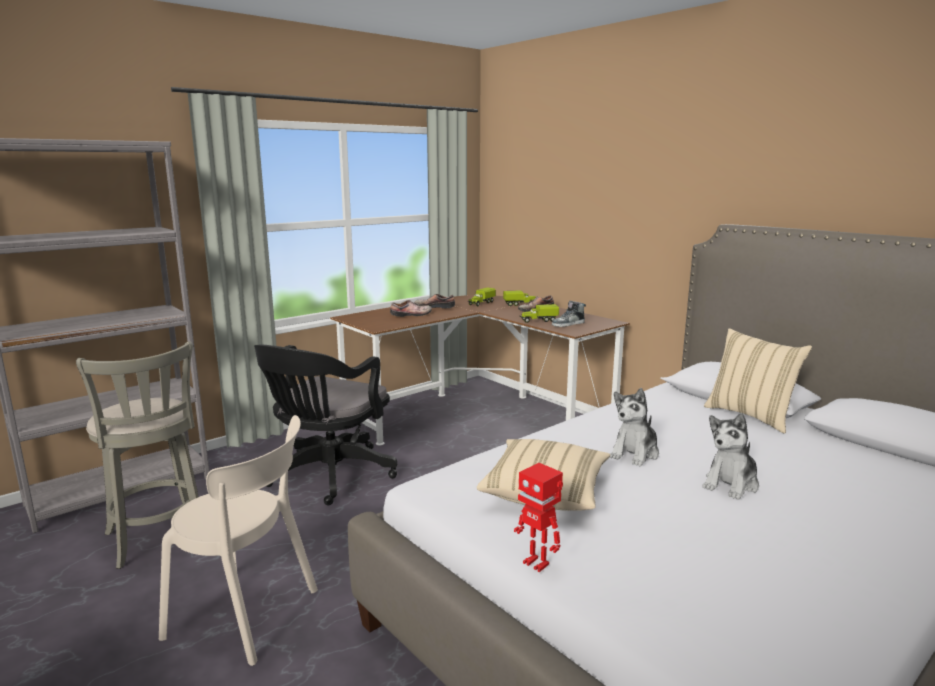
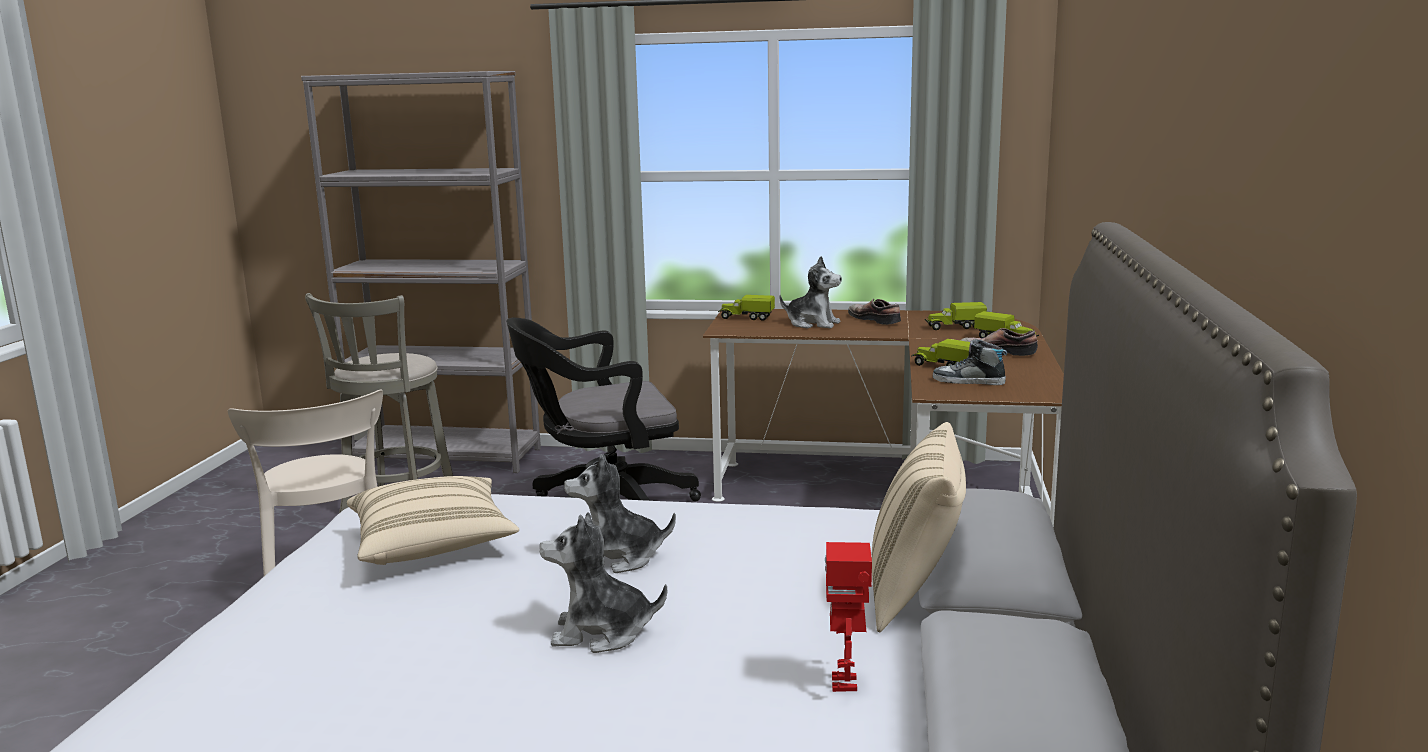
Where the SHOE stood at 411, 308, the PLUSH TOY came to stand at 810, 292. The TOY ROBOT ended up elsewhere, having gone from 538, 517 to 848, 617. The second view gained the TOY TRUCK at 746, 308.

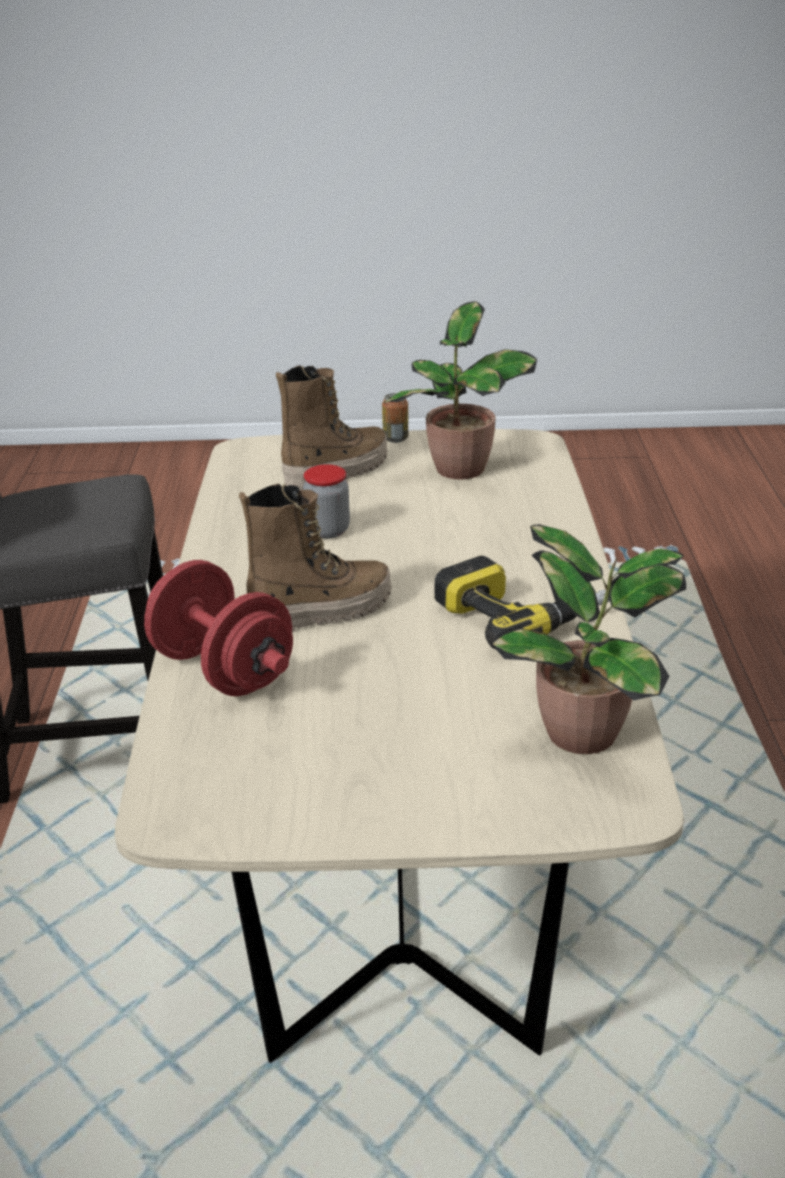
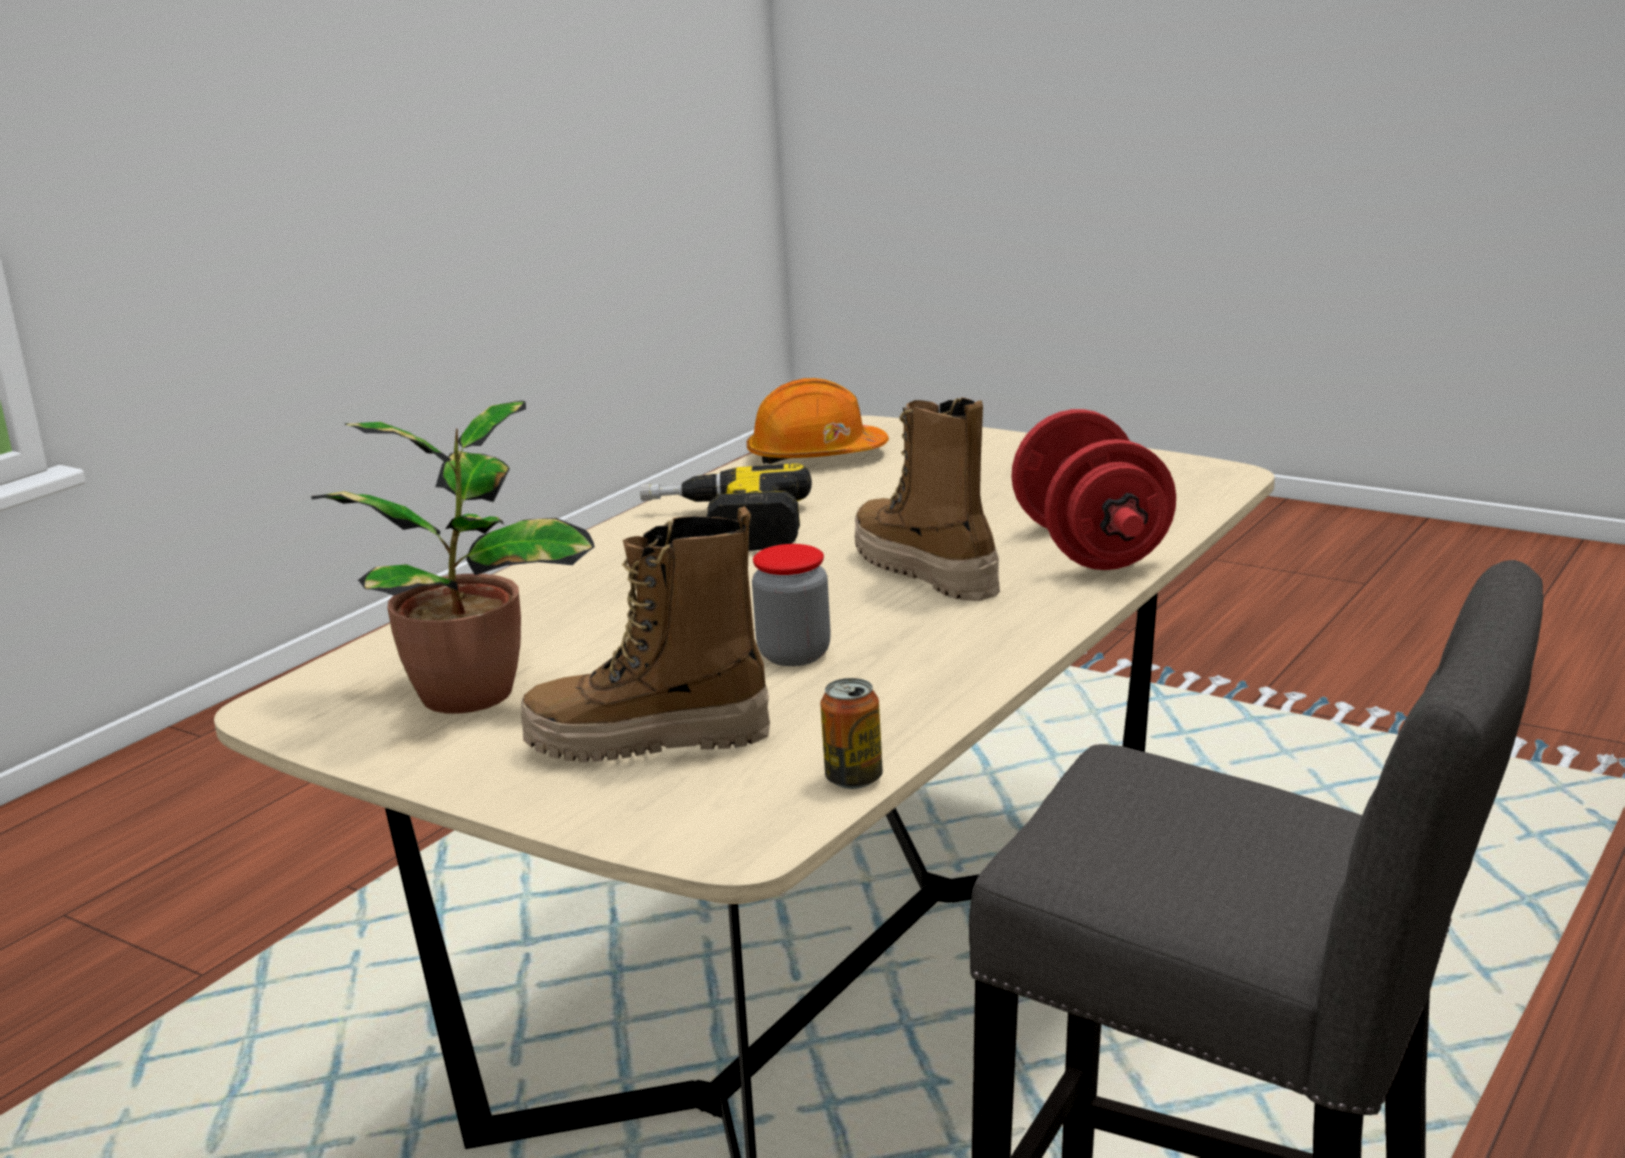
The BOOT at 315, 558 ended up facing another way, 45 degrees clockwise from before. The CAN ended up elsewhere, having gone from 395, 418 to 851, 733. Where the POTTED PLANT stood at 588, 639, the ORANGE HARD HAT came to stand at 818, 421.

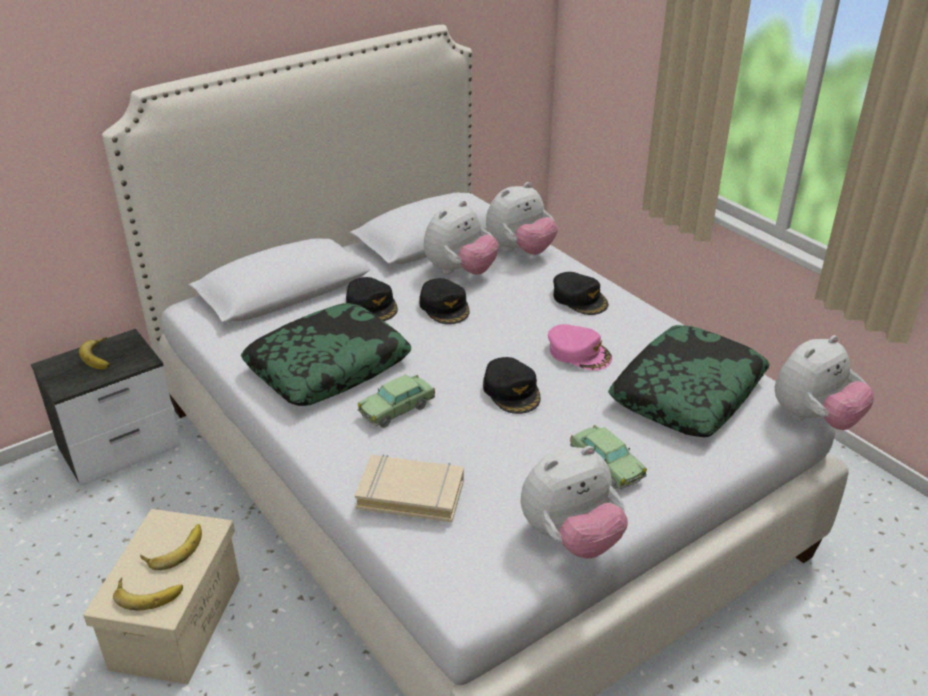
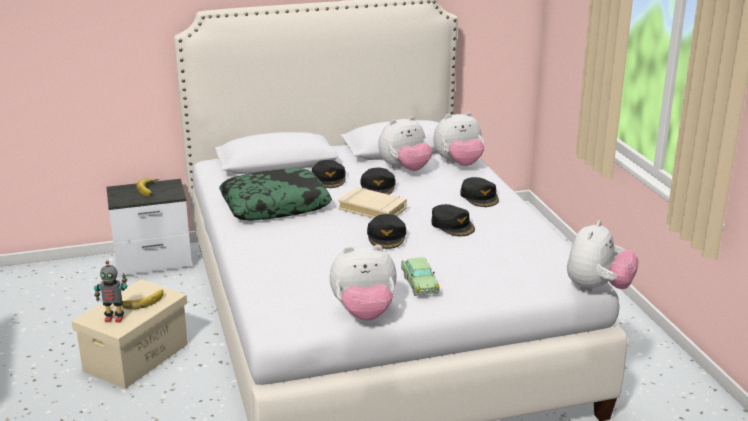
Where the BANANA stood at 148, 593, the TOY ROBOT came to stand at 110, 291. The BEIGE BOOK ended up elsewhere, having gone from 409, 488 to 372, 203. The second view lost the TOY CAR at 396, 401. What was the PINK CAP at 580, 347 turned into the BLACK CAP at 453, 220. The second view lost the PILLOW at 689, 381. The PLUSH TOY at 824, 382 ended up facing another way, 45 degrees counterclockwise from before.

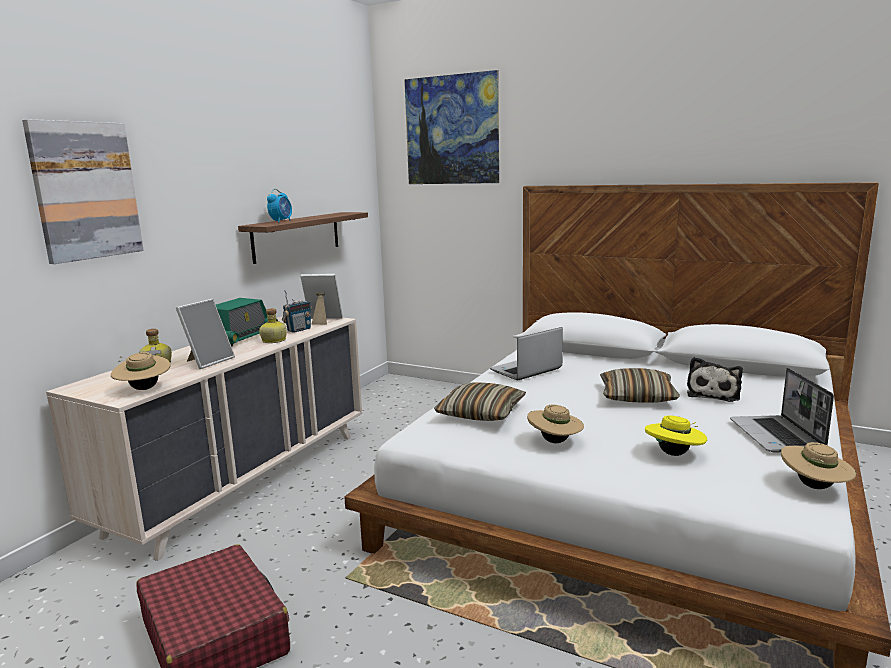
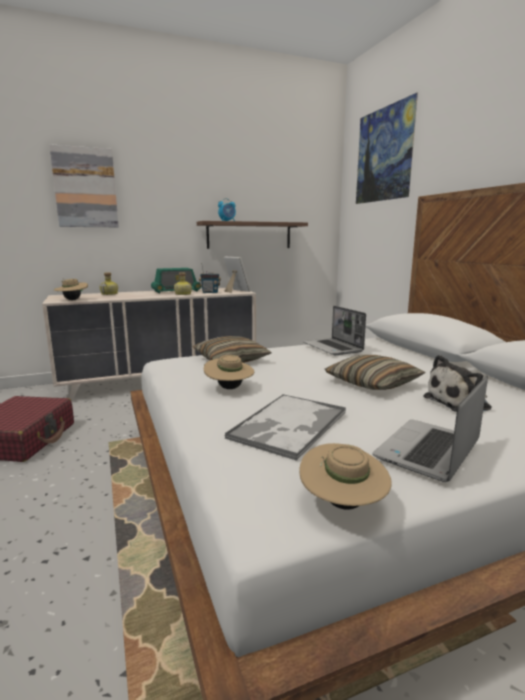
The second view lost the PICTURE FRAME at 205, 334. The LAPTOP at 526, 353 ended up facing another way, 120 degrees counterclockwise from before. Where the YELLOW HAT stood at 676, 435, the TRAY came to stand at 285, 427.

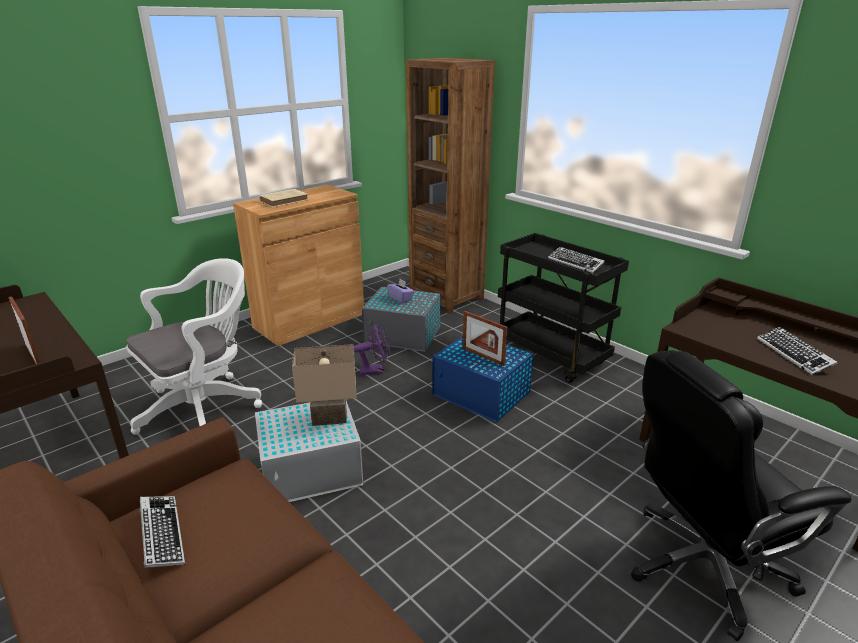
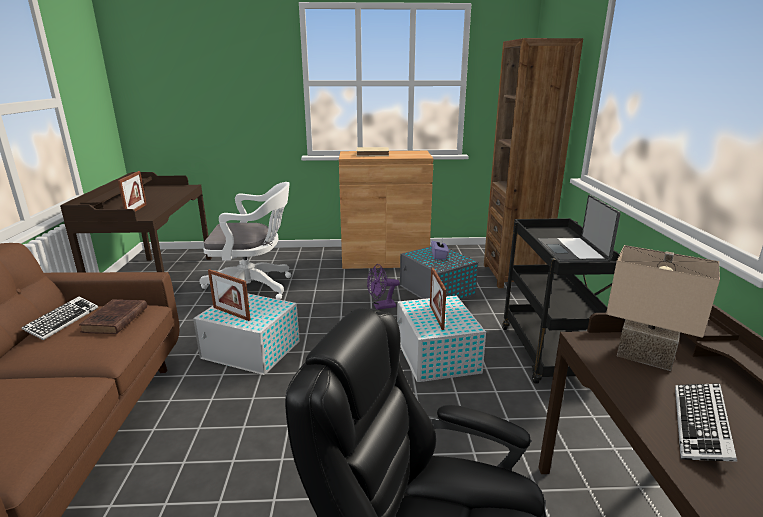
The BEIGE TABLE LAMP ended up elsewhere, having gone from 324, 385 to 663, 308. The PURPLE FAN at 372, 349 ended up facing another way, 135 degrees clockwise from before. What was the BLUE STORAGE BOX at 483, 379 turned into the WHITE STORAGE BOX at 441, 338. Where the KEYBOARD stood at 576, 259, the LAPTOP came to stand at 579, 228. The second view gained the BROWN BOOK at 113, 316. The second view gained the PICTURE FRAME at 229, 295.

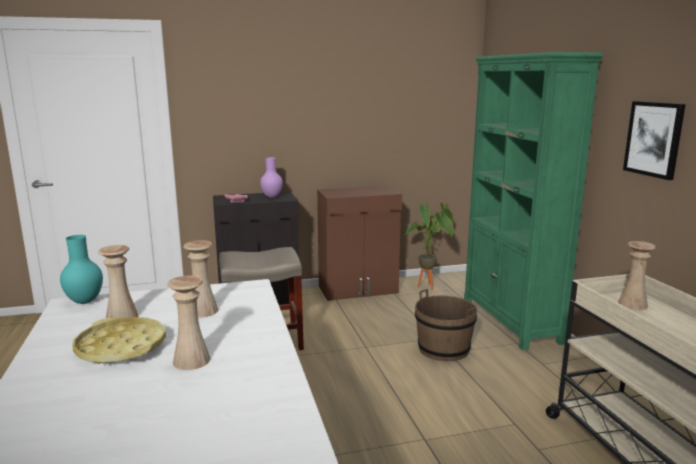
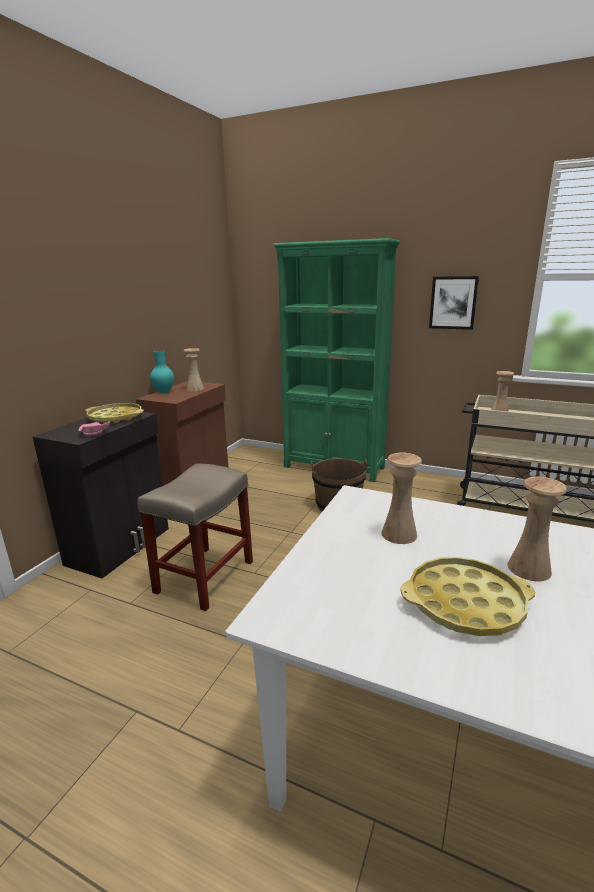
The TURQUOISE VASE ended up elsewhere, having gone from 81, 269 to 162, 372. The BEIGE VASE ended up elsewhere, having gone from 118, 281 to 194, 369. Where the PURPLE VASE stood at 271, 177, the YELLOW TRAY came to stand at 114, 413. The second view lost the POTTED PLANT at 430, 246.

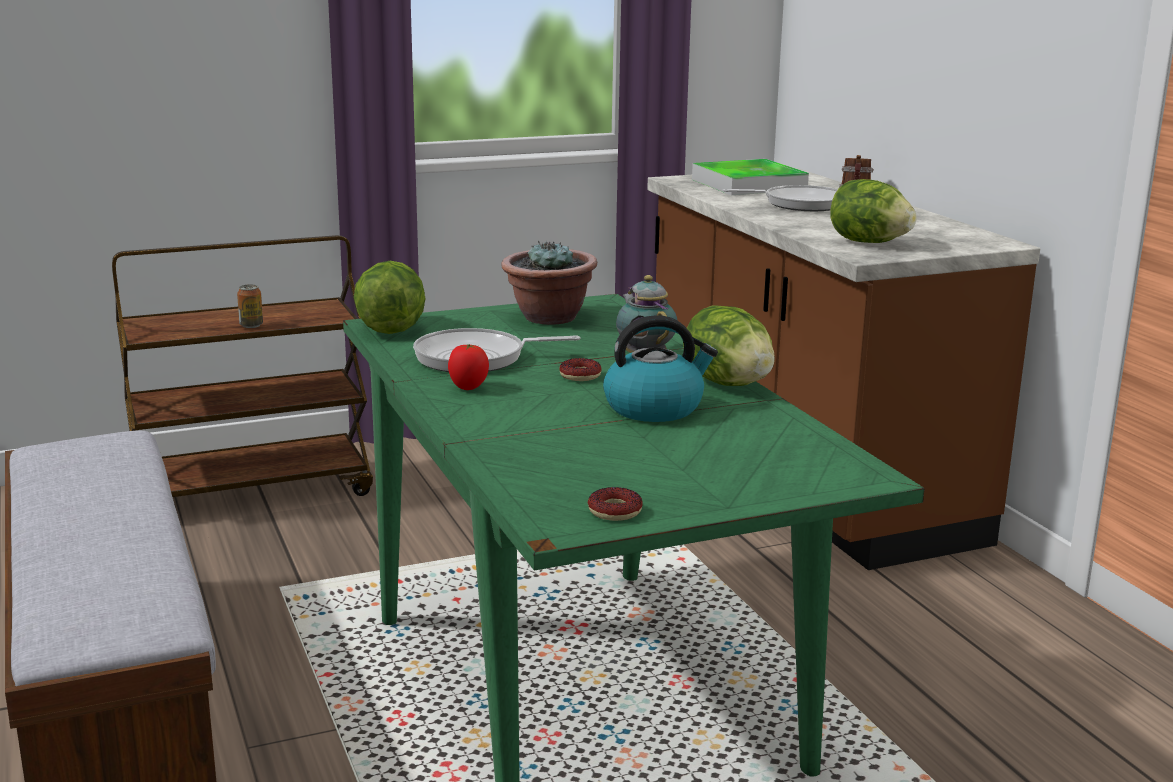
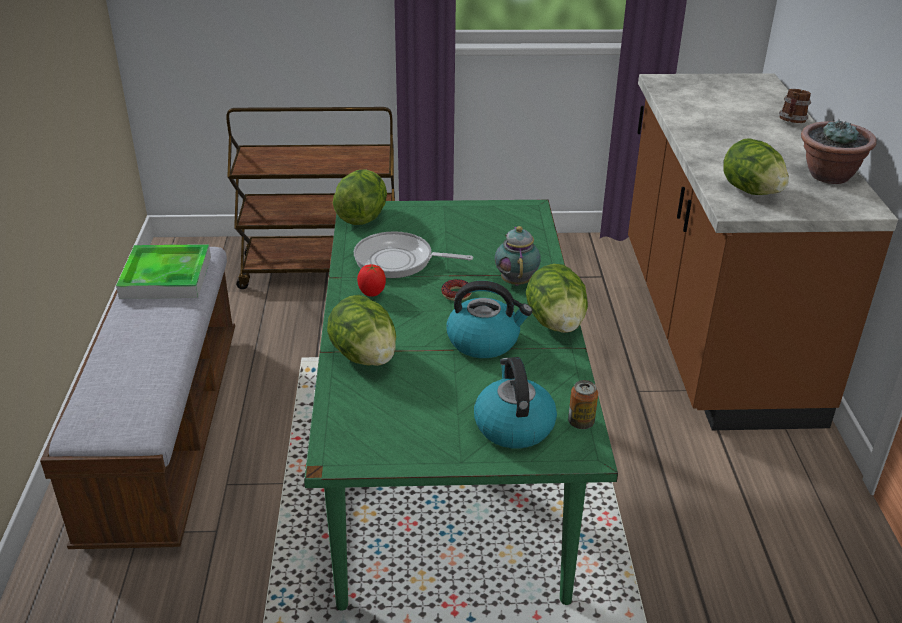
The CAN ended up elsewhere, having gone from 250, 306 to 583, 404. The POTTED PLANT ended up elsewhere, having gone from 549, 282 to 839, 151. The second view lost the DONUT at 615, 504. The TRAY ended up elsewhere, having gone from 750, 177 to 163, 271. The second view lost the FRYING PAN at 780, 198. The second view gained the LETTUCE at 361, 330. The second view gained the KETTLE at 515, 402.

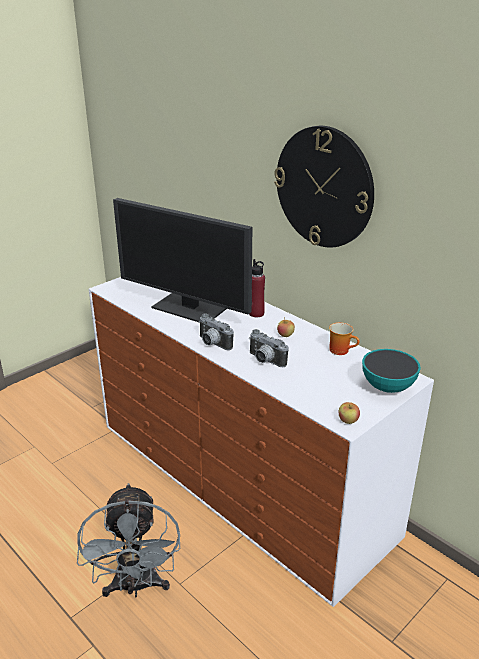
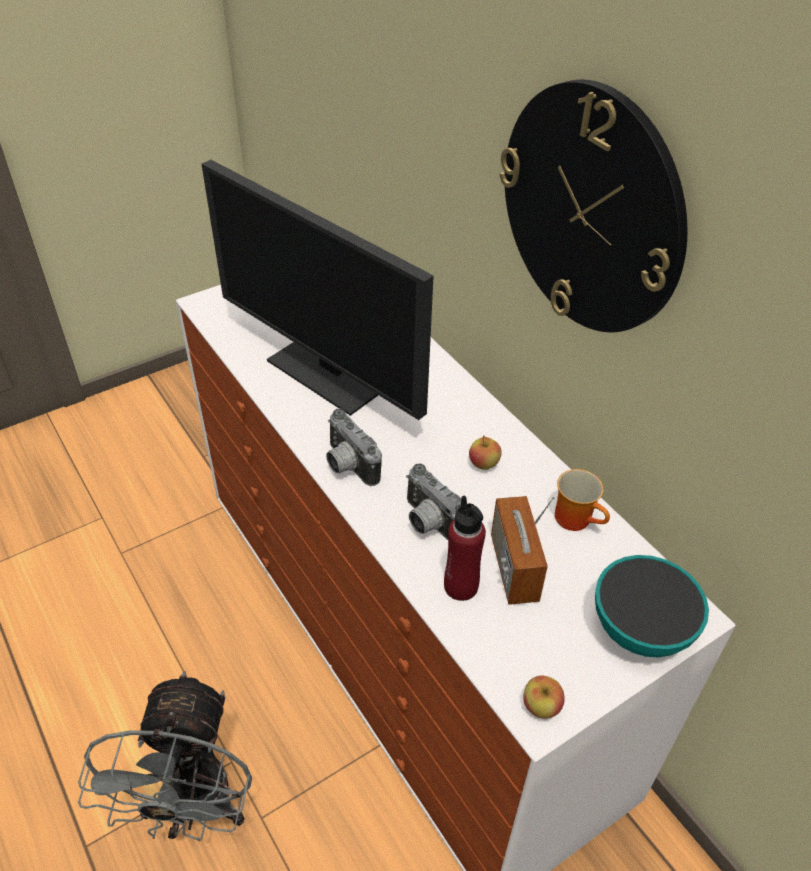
The RED BOTTLE ended up elsewhere, having gone from 257, 288 to 465, 548. The second view gained the RADIO at 523, 550.

